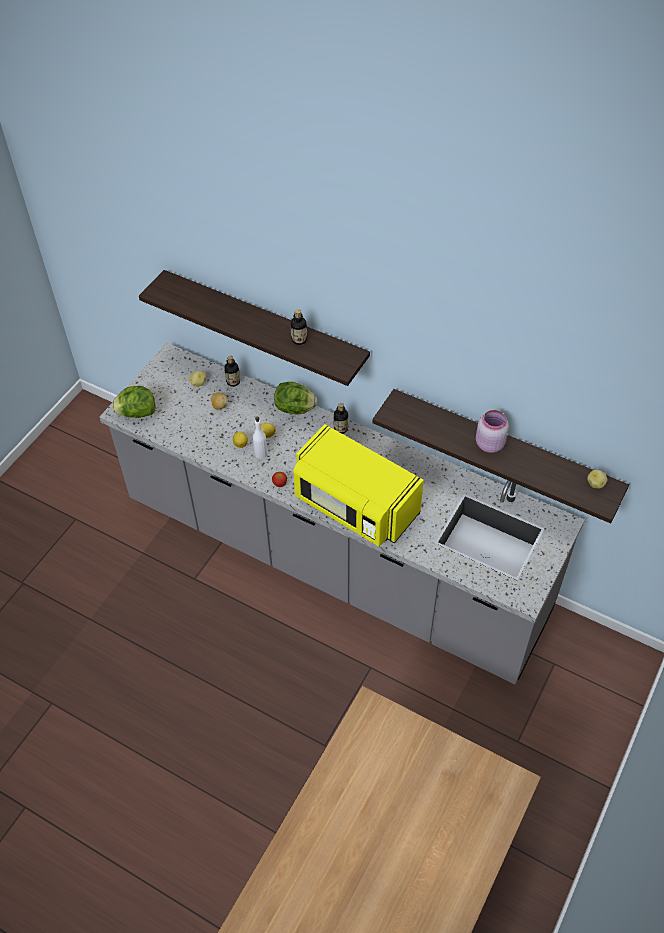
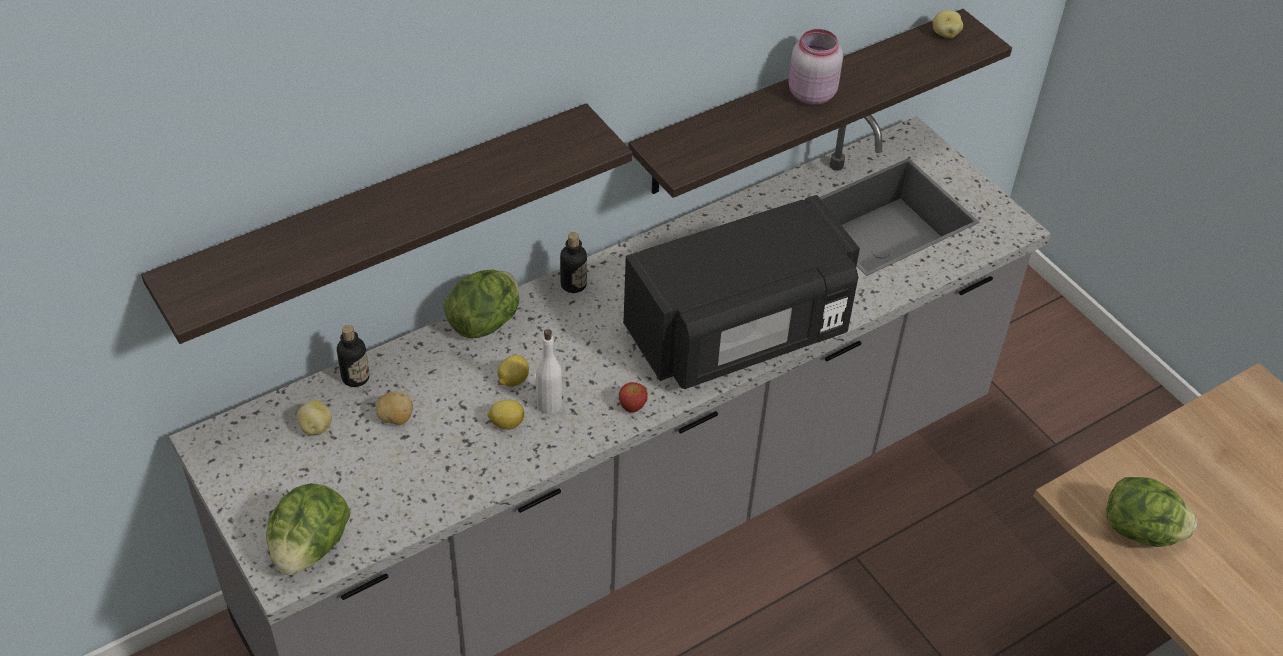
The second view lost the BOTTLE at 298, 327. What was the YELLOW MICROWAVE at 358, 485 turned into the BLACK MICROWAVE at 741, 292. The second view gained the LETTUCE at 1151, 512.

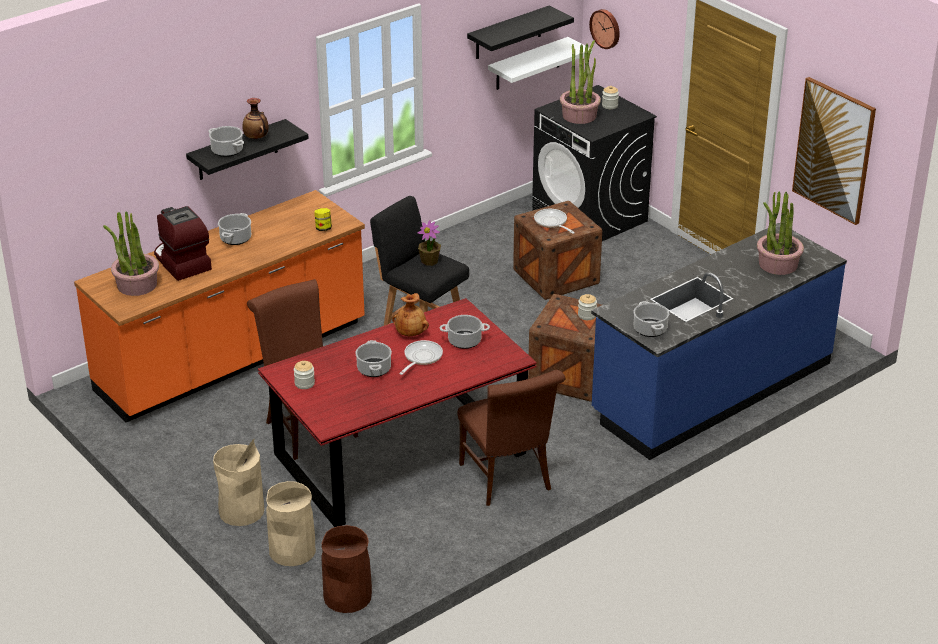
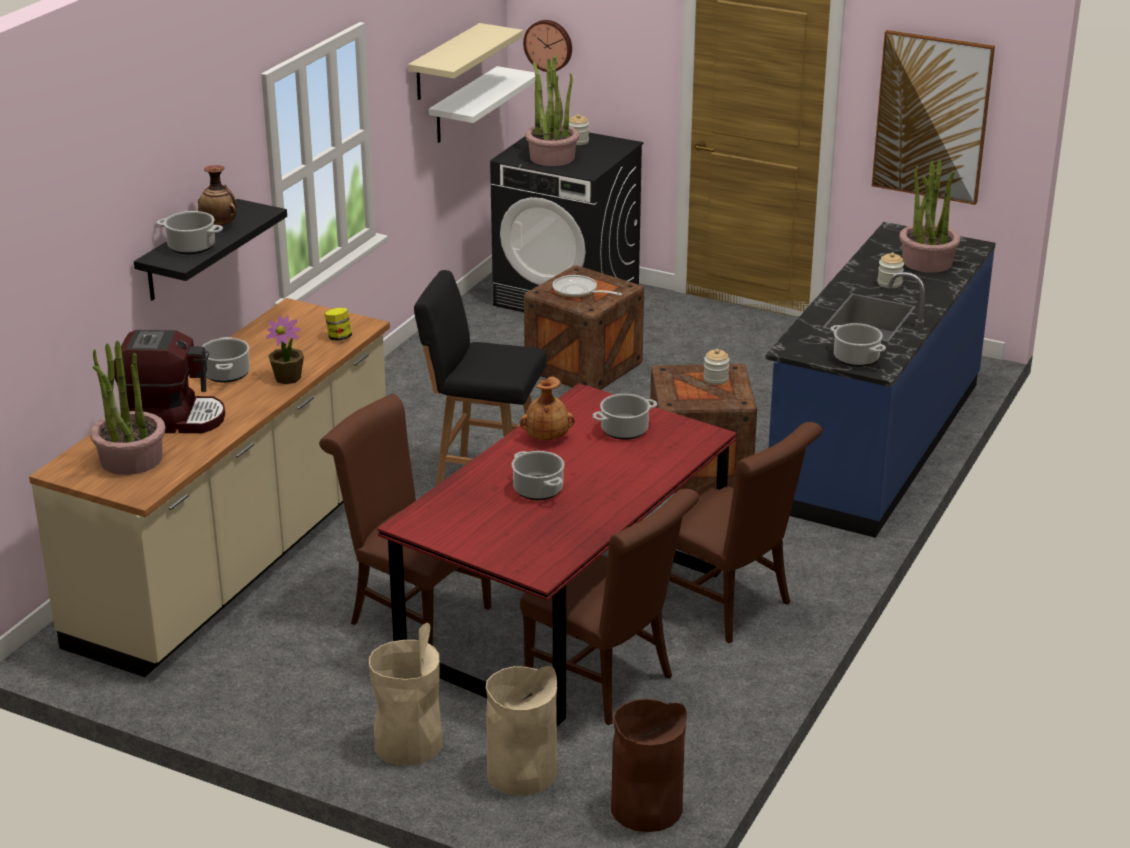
What was the ORANGE COUNTER at 219, 306 turned into the BEIGE COUNTER at 209, 487. The COFFEE MACHINE at 183, 243 ended up facing another way, 150 degrees clockwise from before. The JAR ended up elsewhere, having gone from 304, 375 to 890, 270. The second view lost the FRYING PAN at 421, 357. The POTTED PLANT ended up elsewhere, having gone from 429, 243 to 285, 350. What was the BLACK SHELF at 520, 32 turned into the BEIGE SHELF at 465, 61. The second view gained the BROWN CHAIR at 609, 607.

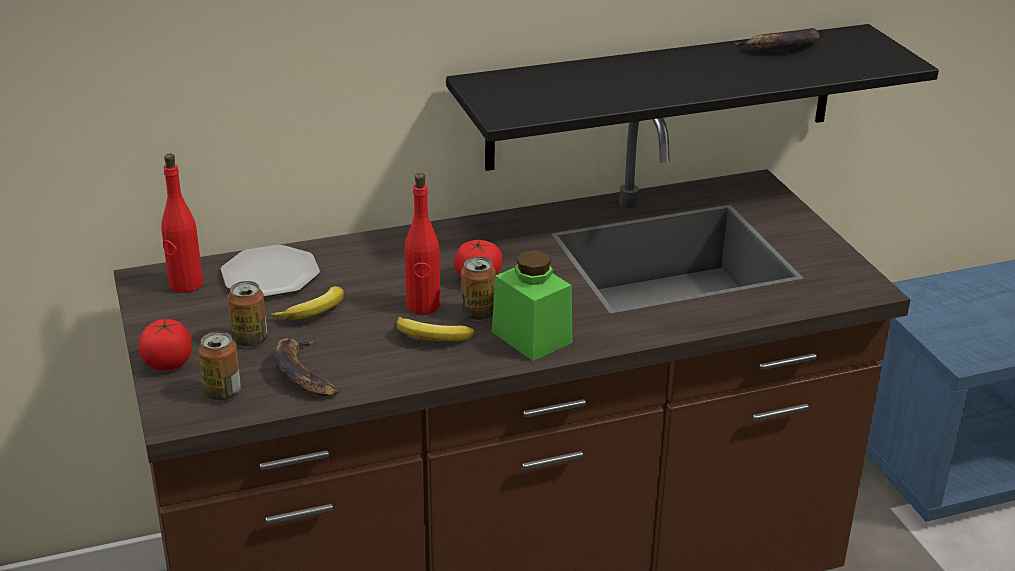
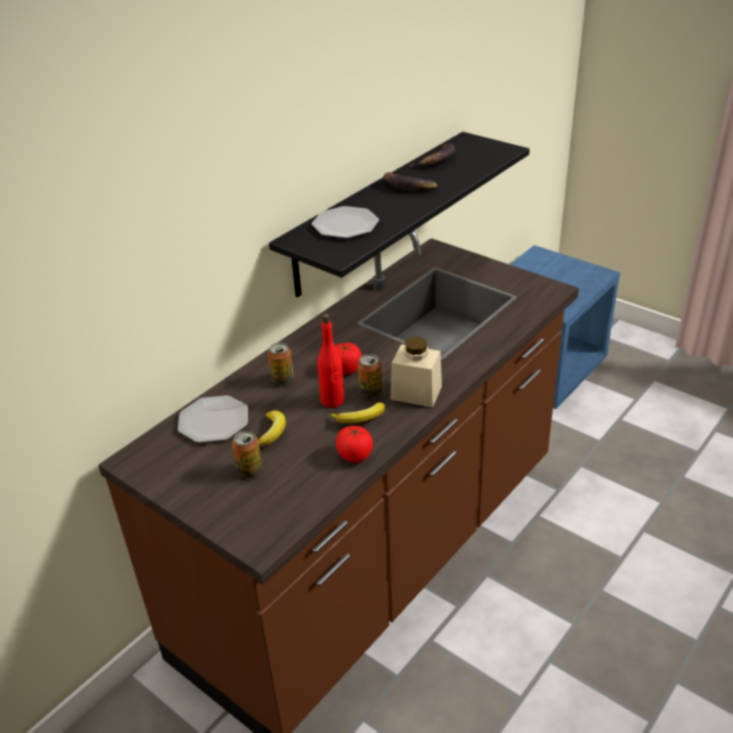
The TOMATO ended up elsewhere, having gone from 165, 345 to 354, 444. The second view lost the RED BOTTLE at 182, 223. The CAN ended up elsewhere, having gone from 219, 366 to 281, 364. The BANANA ended up elsewhere, having gone from 306, 367 to 411, 181. What was the GREEN JAR at 532, 305 turned into the BEIGE JAR at 416, 372. The second view gained the PLATE at 345, 222.

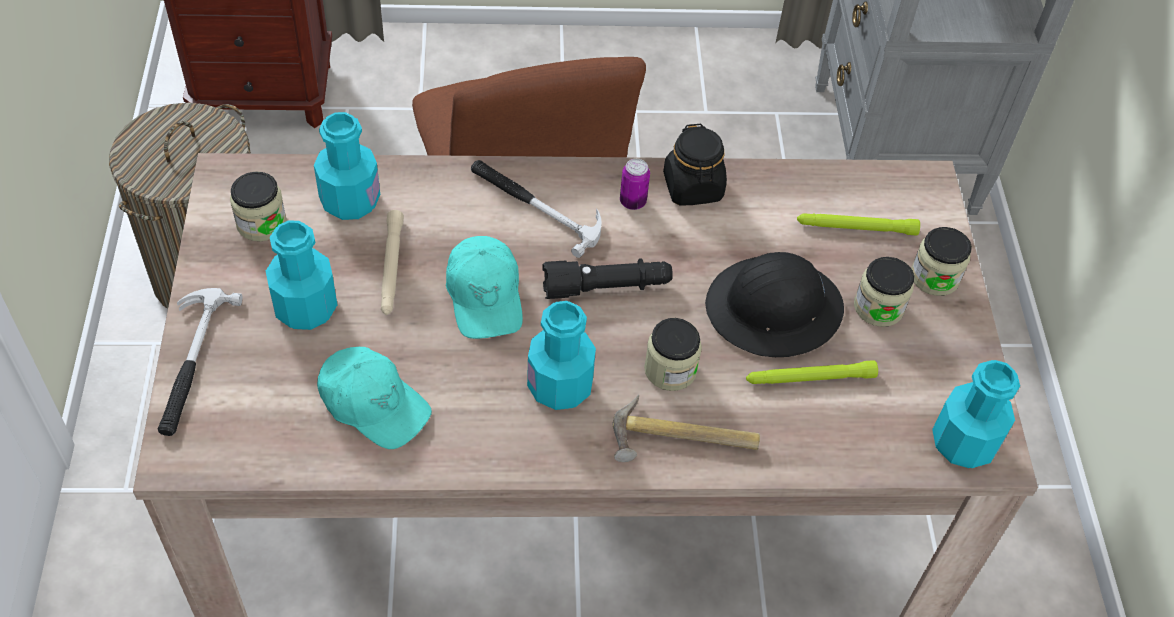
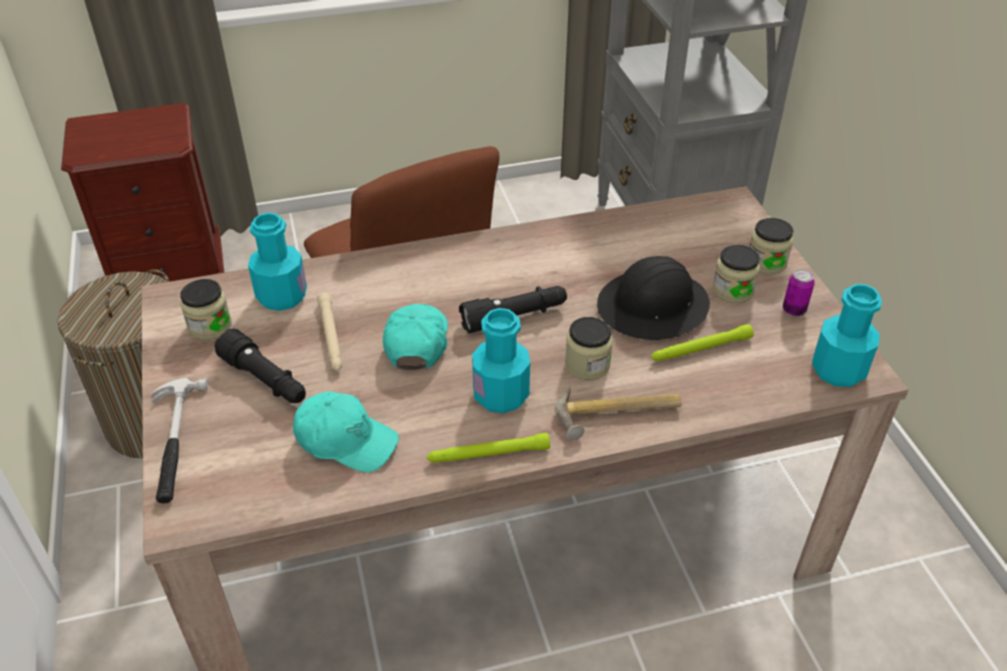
Where the TURQUOISE BOTTLE stood at 302, 275, the BLACK FLASHLIGHT came to stand at 260, 365. The TURQUOISE CAP at 484, 287 ended up facing another way, 150 degrees counterclockwise from before. The second view lost the HAMMER at 536, 209. The CAN ended up elsewhere, having gone from 635, 184 to 799, 292. The second view lost the BLACK JAR at 695, 165. The GREEN FLASHLIGHT ended up elsewhere, having gone from 858, 224 to 488, 448.

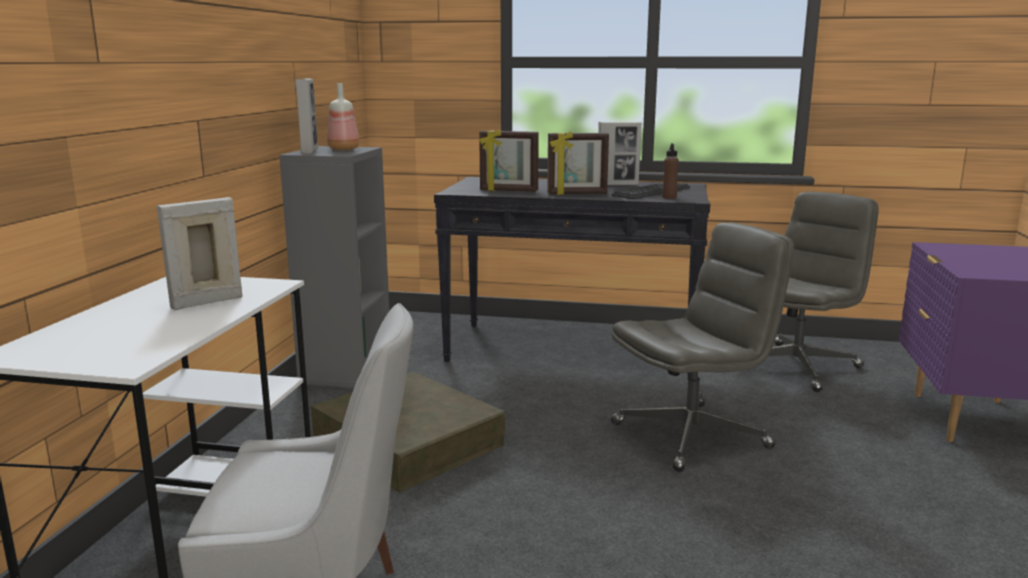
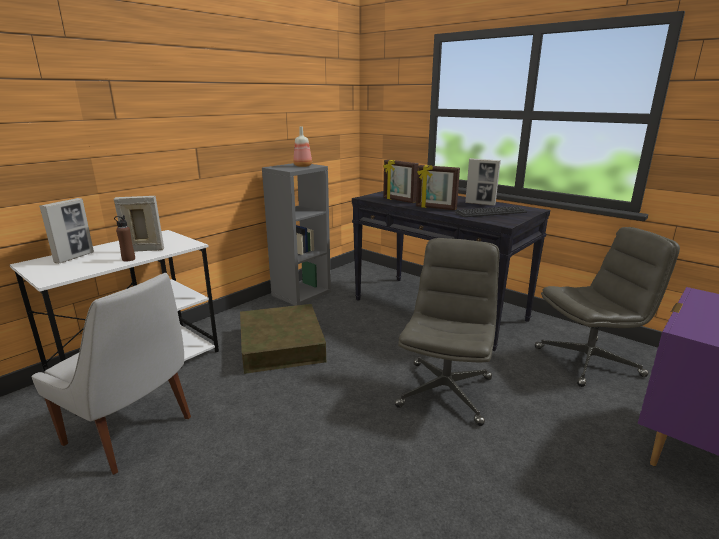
The PICTURE FRAME ended up elsewhere, having gone from 306, 116 to 66, 231. The GREY OFFICE CHAIR at 702, 347 ended up facing another way, 75 degrees counterclockwise from before. The BROWN BOTTLE ended up elsewhere, having gone from 670, 171 to 124, 238.

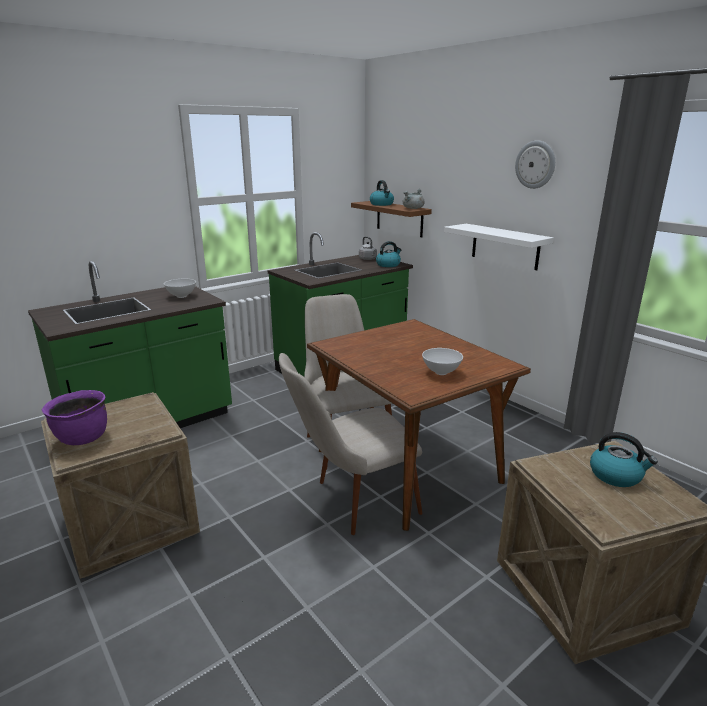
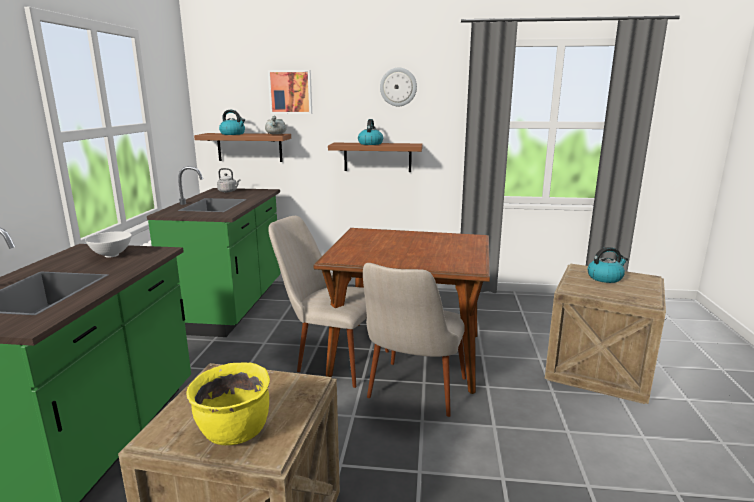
What was the PURPLE COOKING POT at 74, 417 turned into the YELLOW COOKING POT at 228, 403. The KETTLE ended up elsewhere, having gone from 389, 254 to 370, 132. The second view lost the WHITE BOWL at 442, 361. What was the WHITE SHELF at 499, 247 turned into the BROWN SHELF at 375, 157. The second view gained the PICTURE at 290, 92.

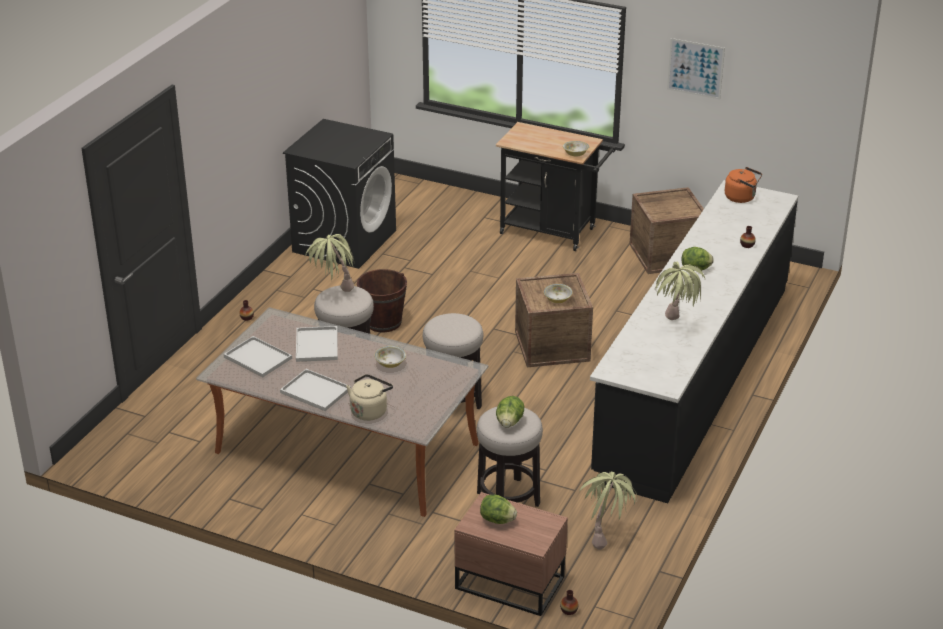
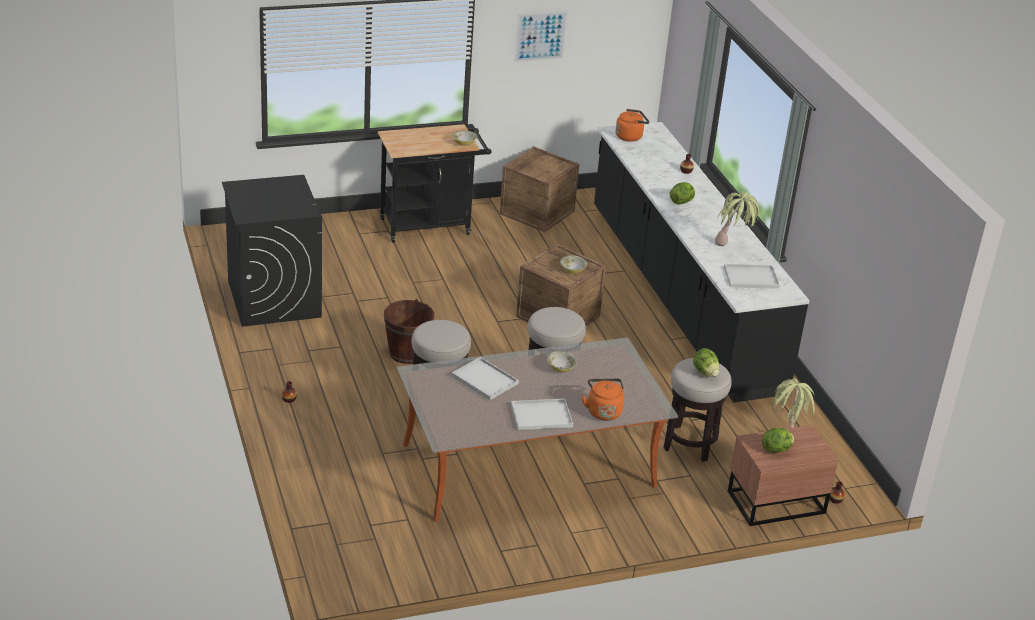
The WHITE TRAY ended up elsewhere, having gone from 258, 356 to 752, 276. The second view lost the POTTED PLANT at 330, 263. What was the BEIGE KETTLE at 369, 397 turned into the ORANGE KETTLE at 603, 399.

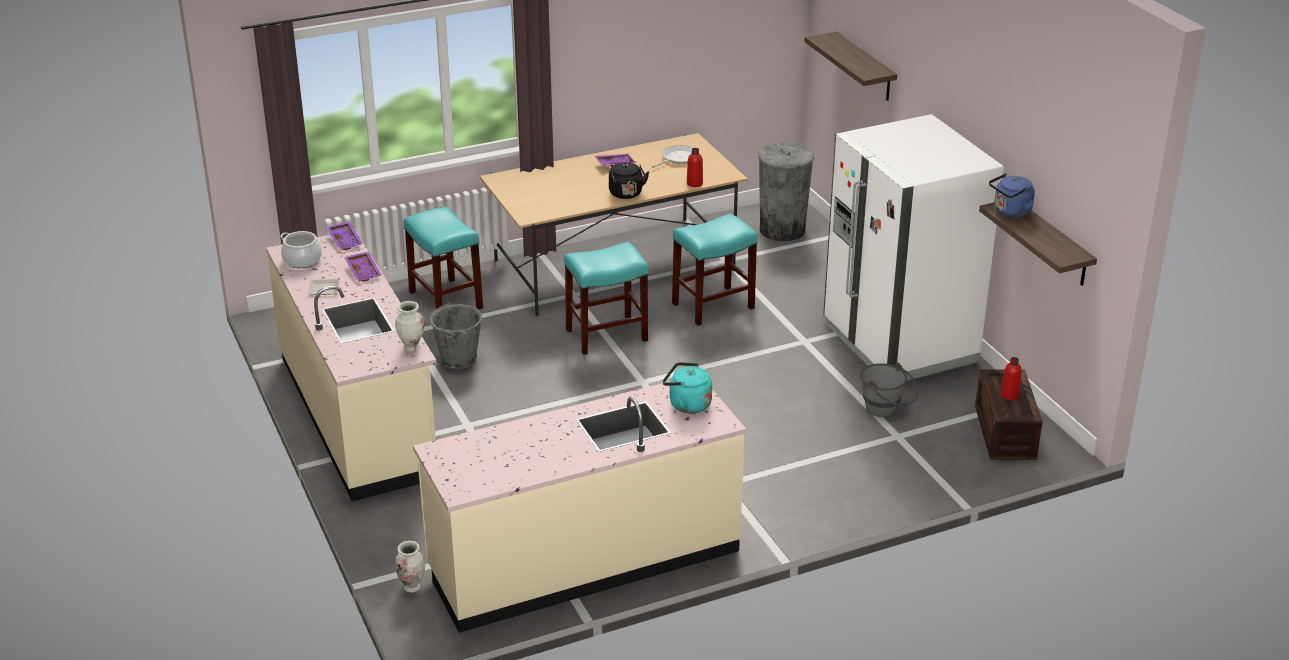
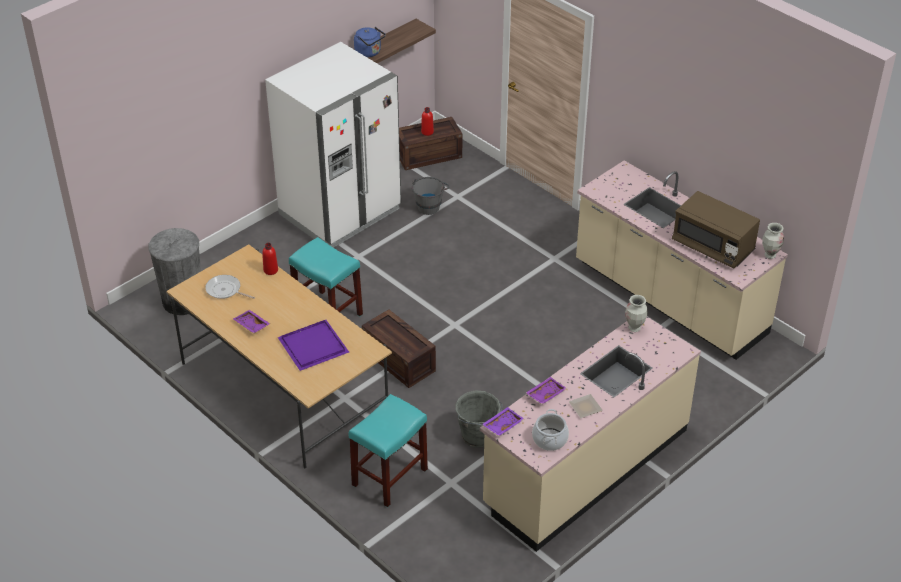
The VASE ended up elsewhere, having gone from 410, 567 to 773, 241. Where the TURQUOISE STOOL stood at 606, 298, the CRATE came to stand at 399, 348. The second view lost the BLACK KETTLE at 629, 180. The second view lost the TURQUOISE KETTLE at 687, 387. The second view lost the SHELF at 850, 66. The second view gained the PURPLE TRAY at 313, 345. The second view gained the BROWN MICROWAVE at 716, 230.

